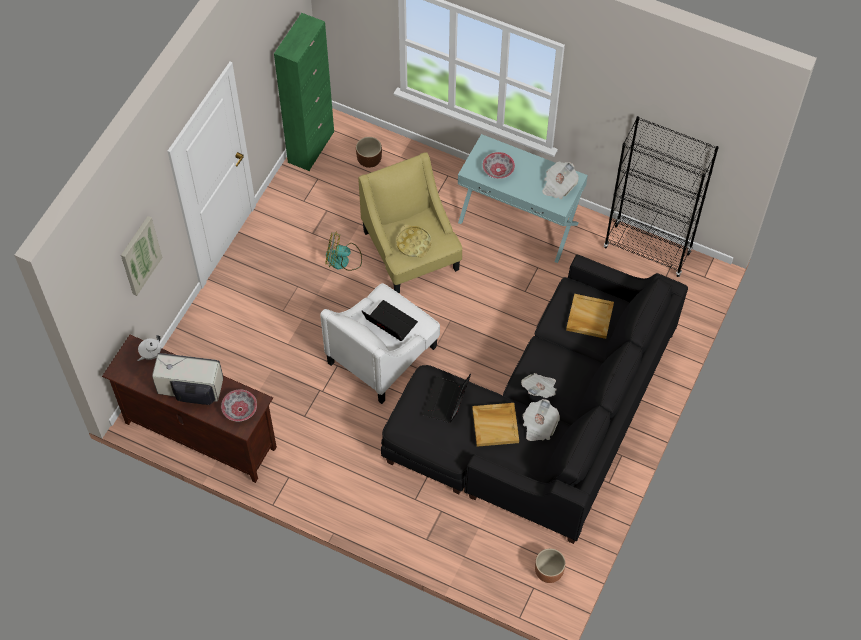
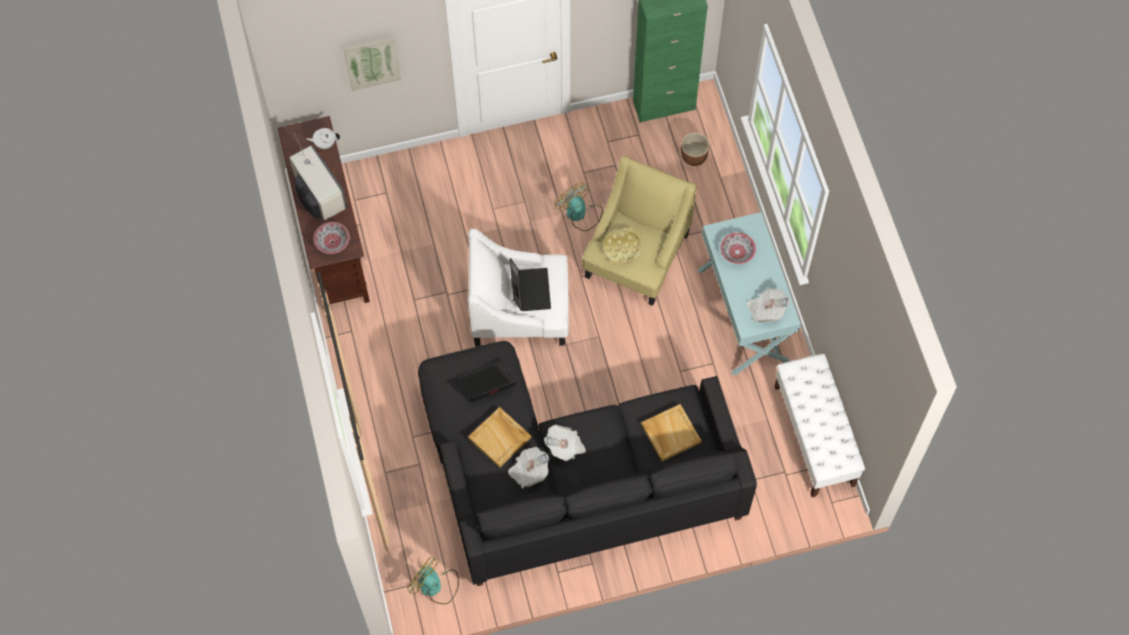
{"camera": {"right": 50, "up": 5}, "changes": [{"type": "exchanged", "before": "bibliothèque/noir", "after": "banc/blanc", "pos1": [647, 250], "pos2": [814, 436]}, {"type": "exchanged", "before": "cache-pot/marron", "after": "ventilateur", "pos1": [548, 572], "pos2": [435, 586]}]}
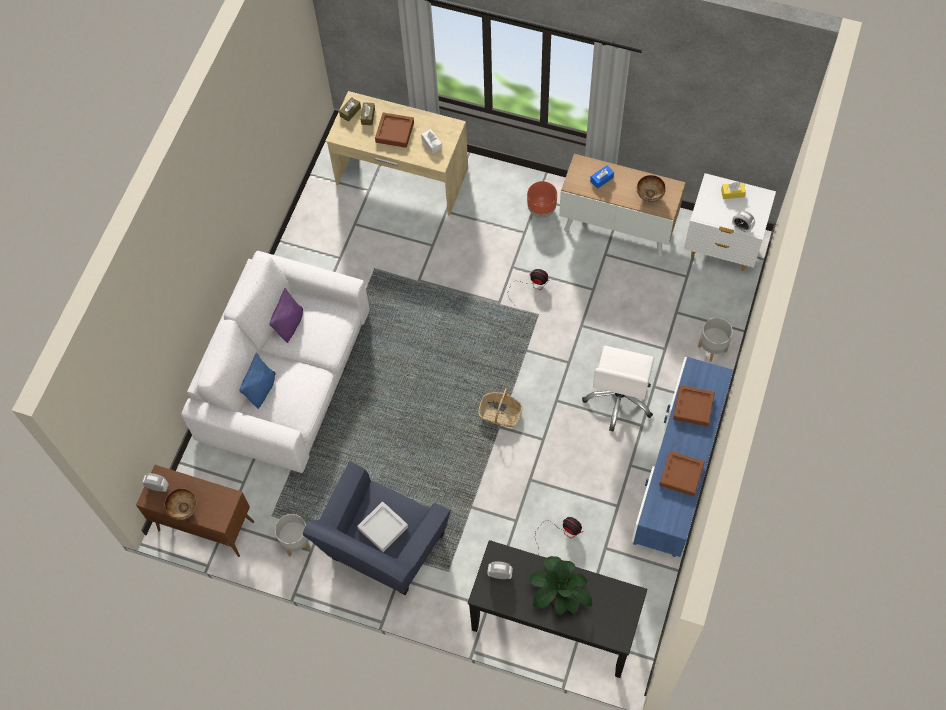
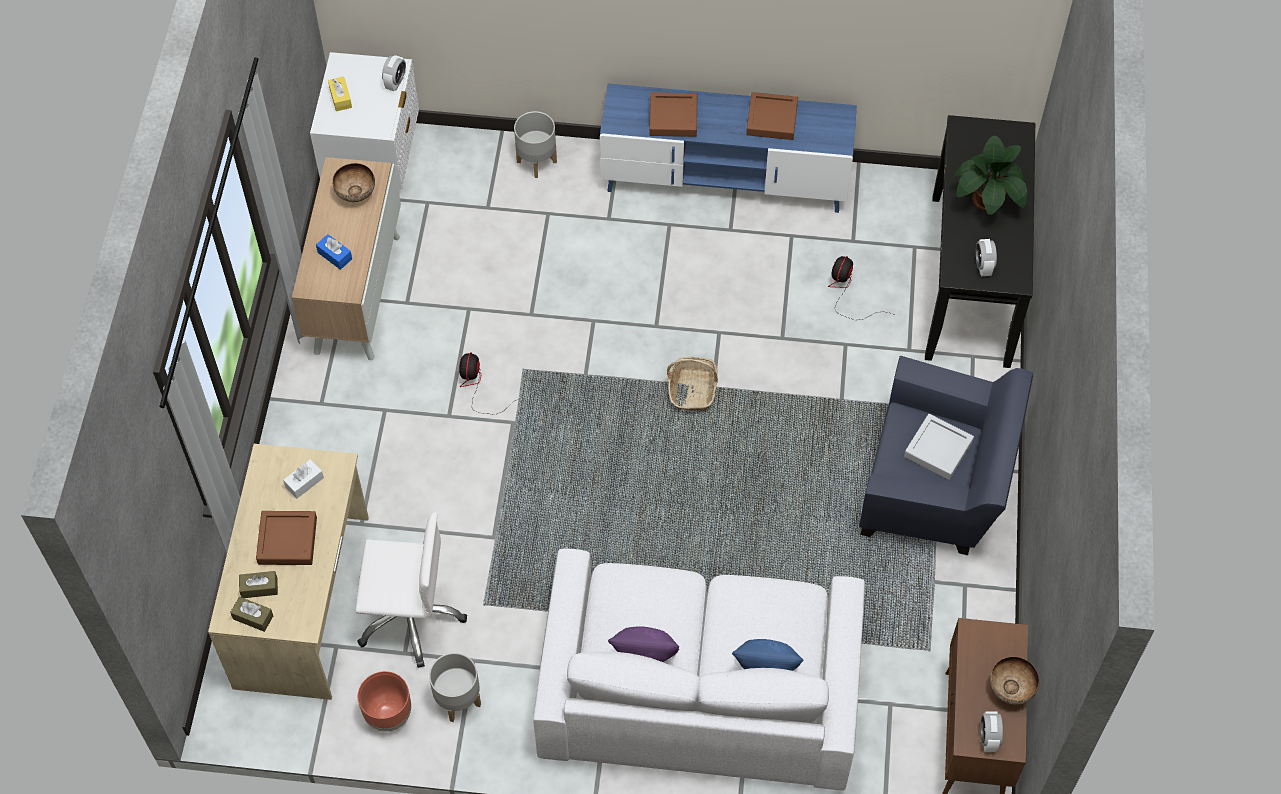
{"camera": {"right": -105, "up": -5}, "changes": [{"type": "relocated", "before": "cache-pot/marron", "pos1": [542, 209], "pos2": [388, 714]}, {"type": "relocated", "before": "chaise de bureau/blanc", "pos1": [619, 399], "pos2": [410, 616]}, {"type": "relocated", "before": "cache-pot/gris", "pos1": [296, 542], "pos2": [457, 700]}]}
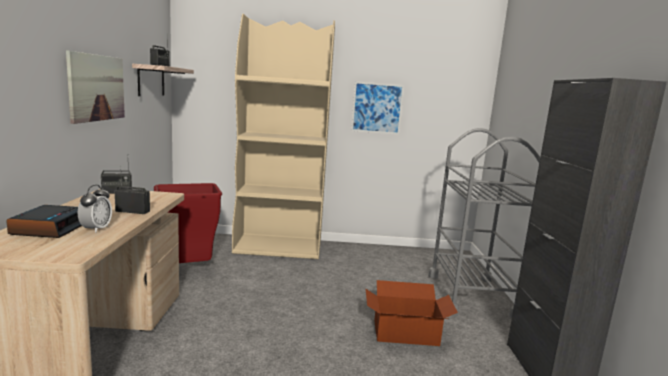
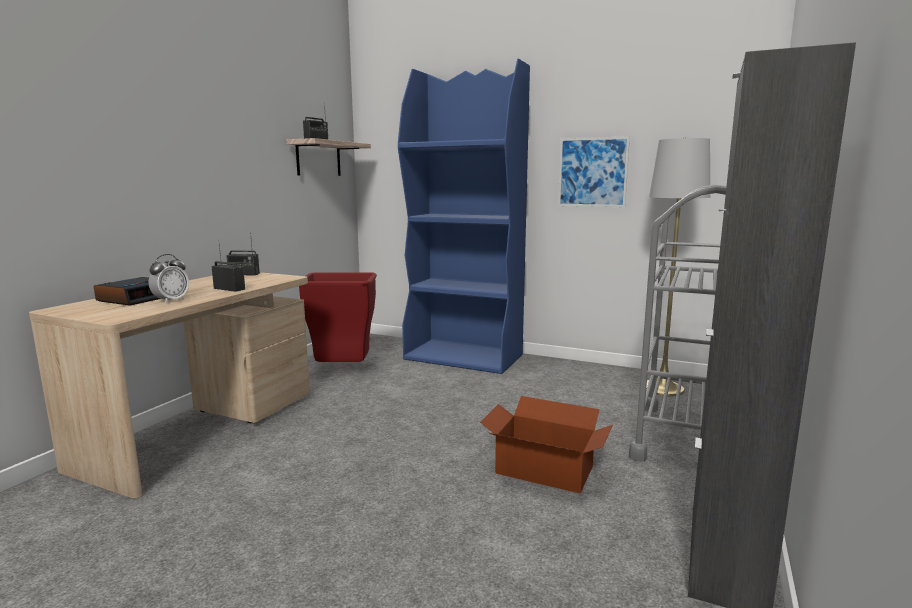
{"camera": {"right": 25, "up": 0}, "changes": [{"type": "colour", "before": "bibliothèque/beige", "after": "bibliothèque/bleu", "pos1": [279, 247], "pos2": [464, 357]}, {"type": "missing", "before": "tableau", "pos1": [97, 87]}, {"type": "appeared", "after": "lampadaire/gris", "pos2": [662, 388]}]}
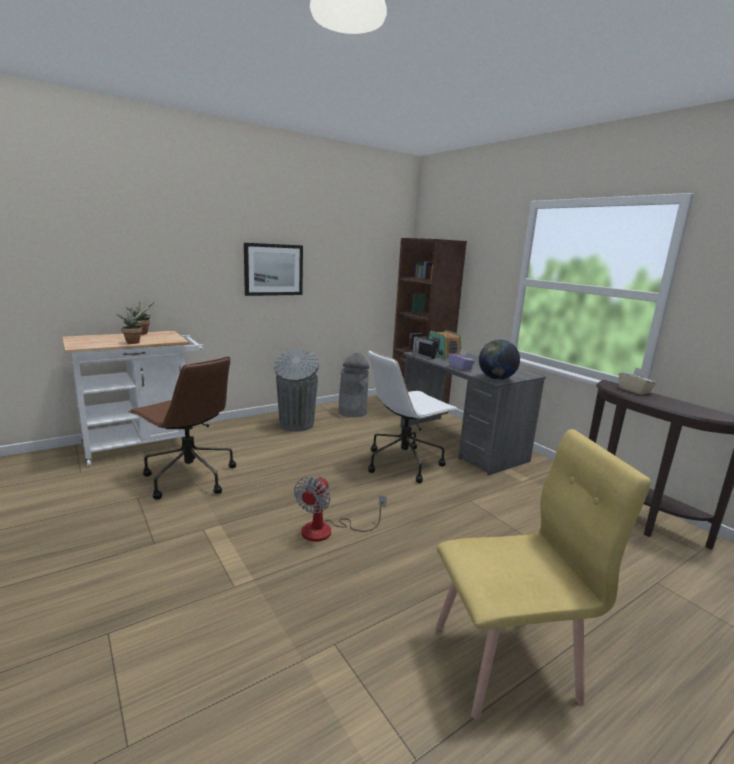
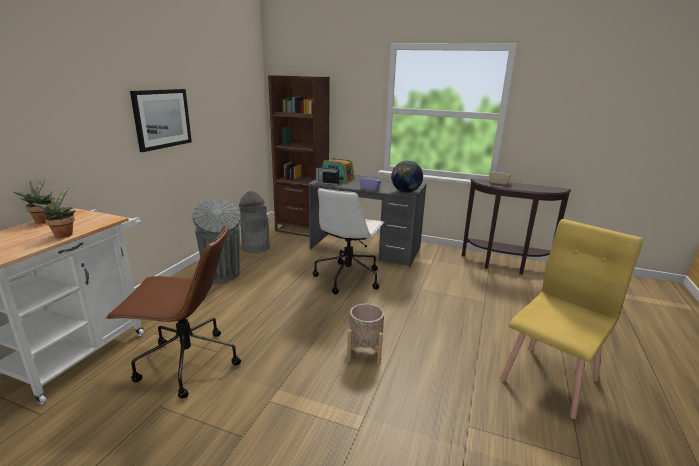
{"camera": {"right": -35, "up": 5}, "changes": [{"type": "exchanged", "before": "ventilateur", "after": "cache-pot/beige", "pos1": [328, 530], "pos2": [364, 352]}]}
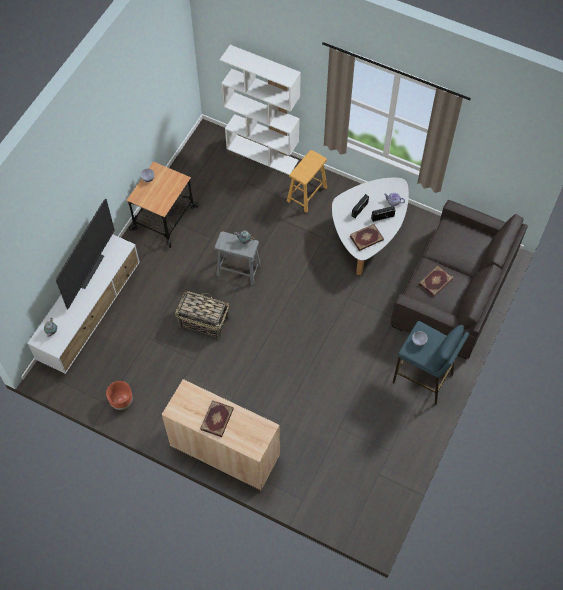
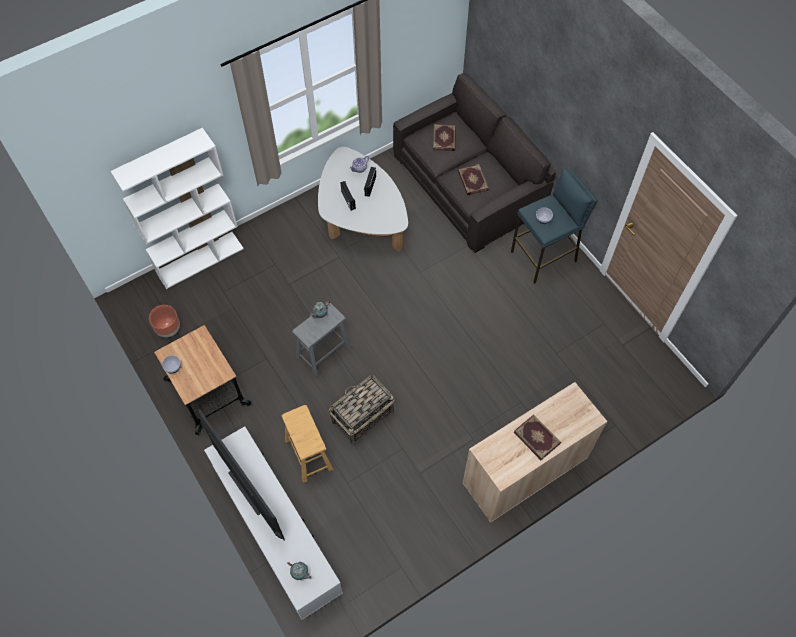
{"camera": {"right": -60, "up": 0}, "changes": [{"type": "relocated", "before": "tabouret/marron", "pos1": [306, 194], "pos2": [308, 454]}, {"type": "relocated", "before": "livre", "pos1": [366, 238], "pos2": [444, 138]}, {"type": "relocated", "before": "cache-pot/marron", "pos1": [121, 401], "pos2": [168, 329]}]}
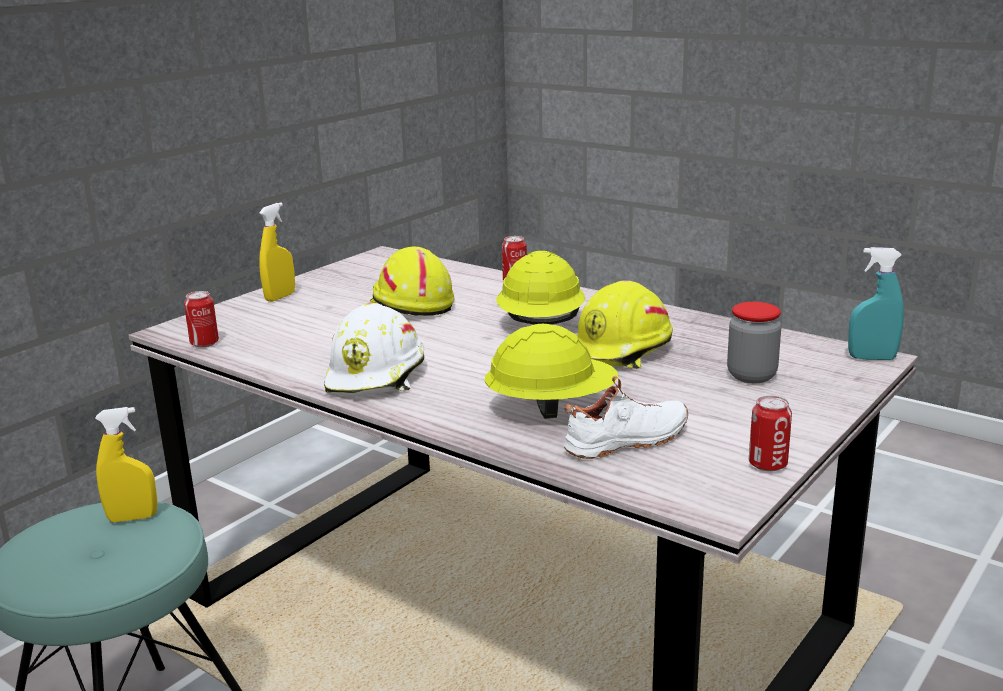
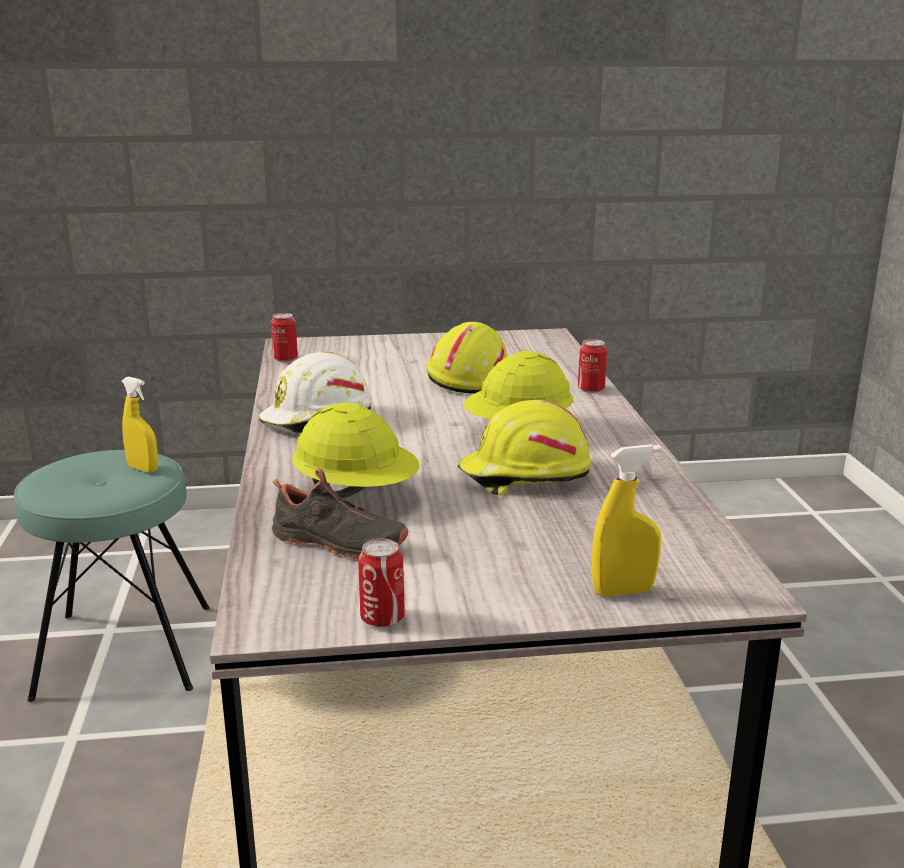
{"camera": {"right": 45, "up": 0}, "changes": [{"type": "relocated", "before": "vaporisateur/jaune", "pos1": [280, 297], "pos2": [623, 591]}, {"type": "missing", "before": "vaporisateur/turquoise", "pos1": [872, 358]}, {"type": "missing", "before": "bocal", "pos1": [751, 376]}, {"type": "colour", "before": "chaussure/blanc", "after": "chaussure/noir", "pos1": [628, 442], "pos2": [337, 544]}]}
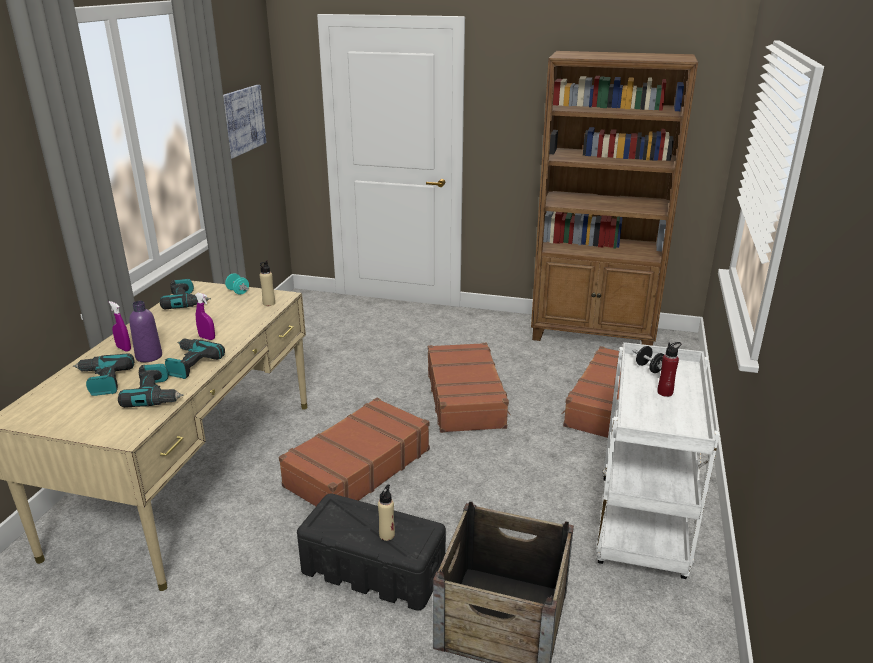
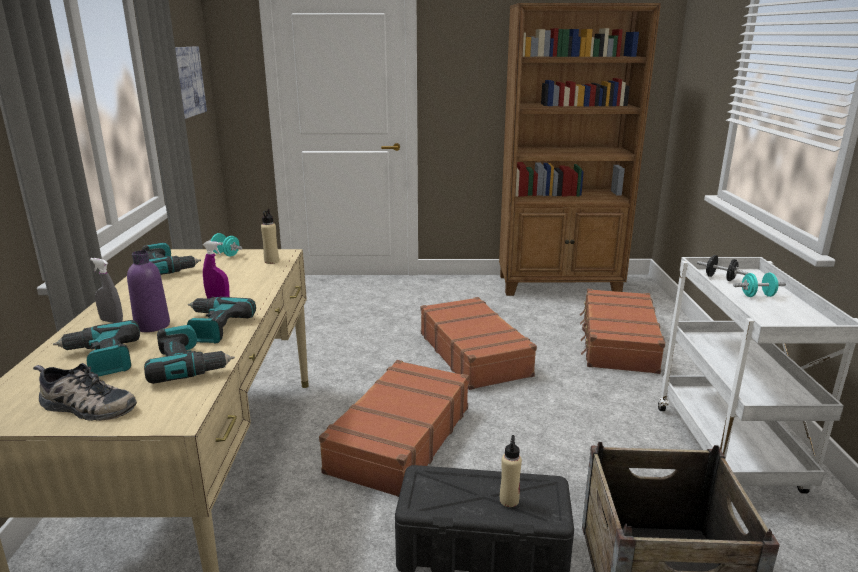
{"camera": {"right": -15, "up": -5}, "changes": [{"type": "colour", "before": "vaporisateur/violet", "after": "vaporisateur/gris", "pos1": [124, 348], "pos2": [111, 321]}, {"type": "exchanged", "before": "bouteille/rouge", "after": "haltère/turquoise", "pos1": [665, 392], "pos2": [757, 296]}, {"type": "appeared", "after": "chaussure", "pos2": [85, 407]}]}
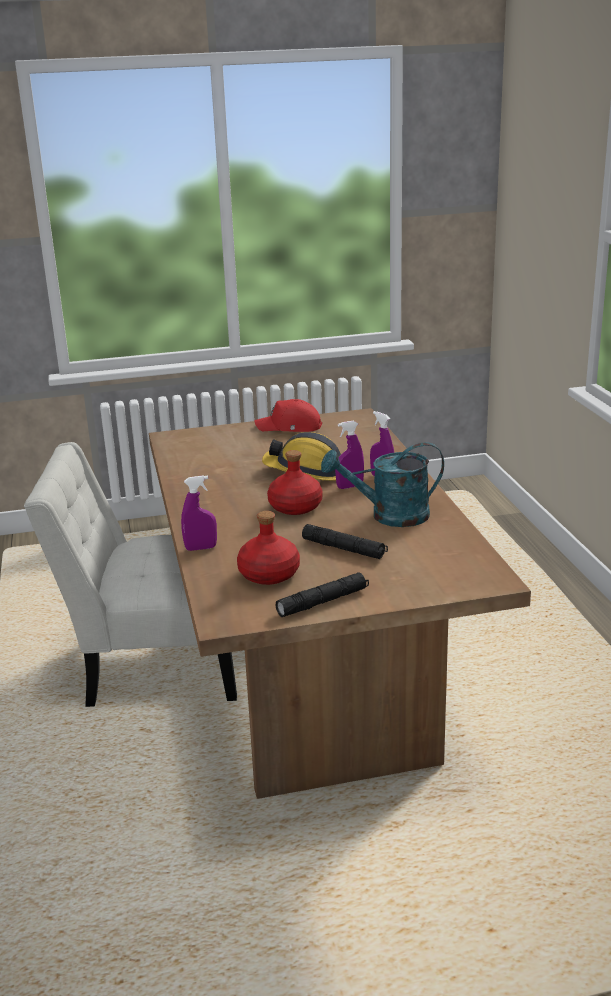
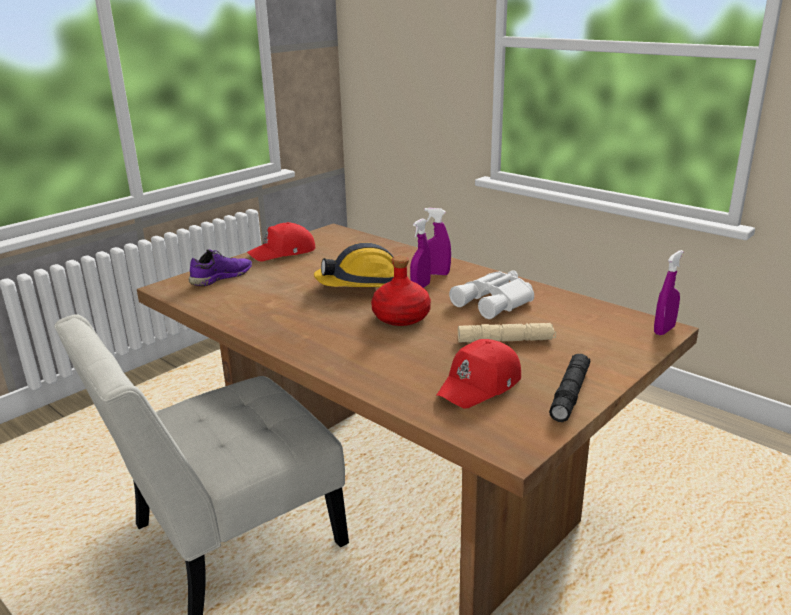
{"camera": {"right": -35, "up": 0}, "changes": [{"type": "exchanged", "before": "arrosoir/turquoise", "after": "jumelles/blanc", "pos1": [389, 516], "pos2": [495, 302]}, {"type": "relocated", "before": "vaporisateur/violet", "pos1": [201, 548], "pos2": [664, 330]}, {"type": "exchanged", "before": "bouteille/rouge", "after": "casquette/rouge", "pos1": [269, 574], "pos2": [480, 385]}, {"type": "colour", "before": "lampe de poche/noir", "after": "lampe de poche/beige", "pos1": [344, 549], "pos2": [506, 340]}, {"type": "appeared", "after": "chaussure/violet", "pos2": [221, 277]}]}
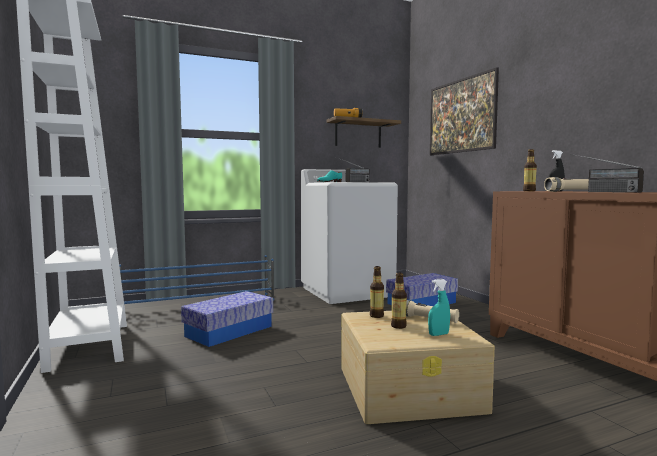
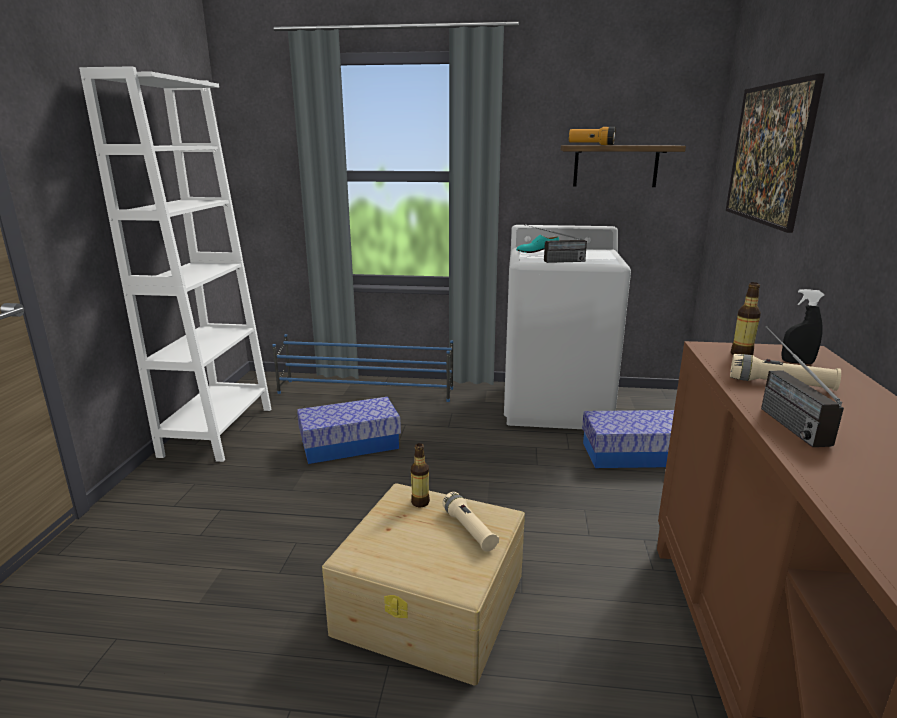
{"camera": {"right": 30, "up": 15}, "changes": [{"type": "missing", "before": "bouteille", "pos1": [398, 326]}, {"type": "missing", "before": "vaporisateur/turquoise", "pos1": [438, 334]}]}
